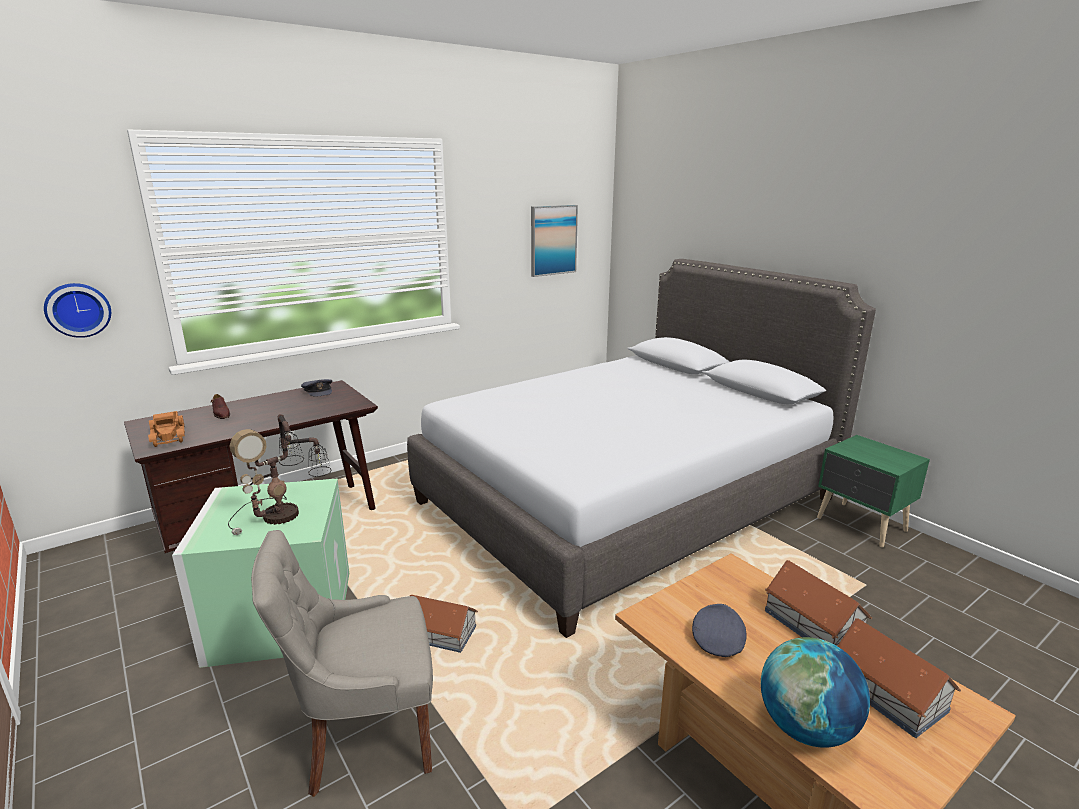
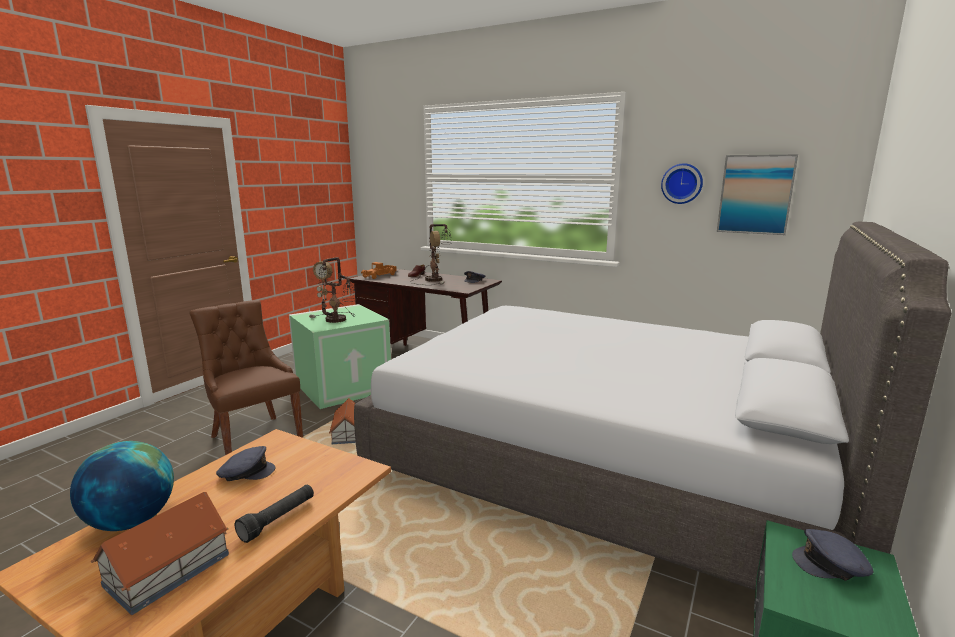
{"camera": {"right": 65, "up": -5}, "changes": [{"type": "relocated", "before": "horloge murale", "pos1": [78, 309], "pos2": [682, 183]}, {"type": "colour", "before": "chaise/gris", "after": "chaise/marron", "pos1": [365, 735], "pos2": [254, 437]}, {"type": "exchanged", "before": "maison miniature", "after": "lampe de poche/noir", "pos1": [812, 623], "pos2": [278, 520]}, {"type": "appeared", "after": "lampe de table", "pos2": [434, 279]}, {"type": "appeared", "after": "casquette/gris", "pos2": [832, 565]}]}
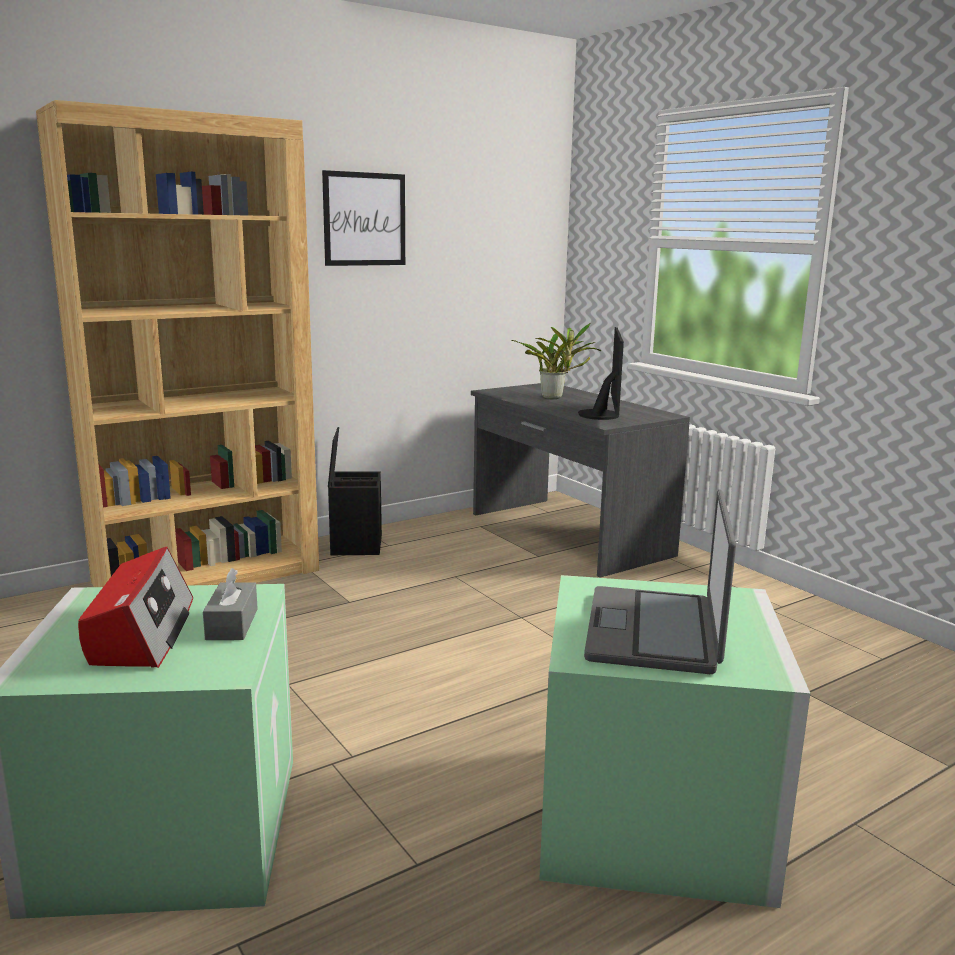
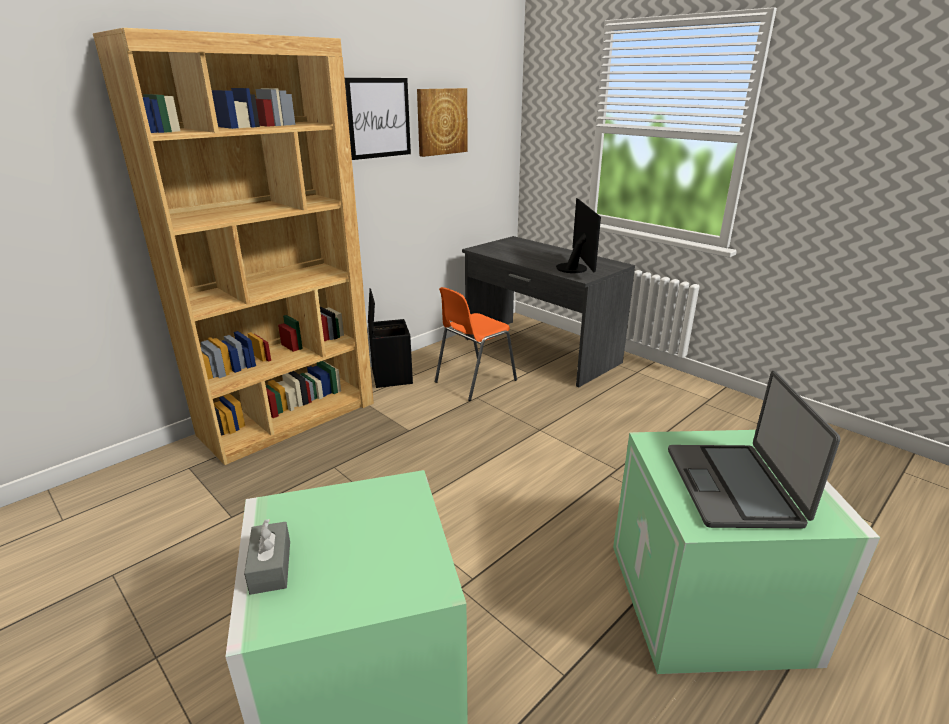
{"camera": {"right": -10, "up": 10}, "changes": [{"type": "missing", "before": "plante en pot", "pos1": [555, 398]}, {"type": "missing", "before": "radio", "pos1": [141, 632]}, {"type": "relocated", "before": "boîte à mouchoirs/gris", "pos1": [232, 624], "pos2": [270, 567]}, {"type": "appeared", "after": "tableau", "pos2": [441, 121]}, {"type": "appeared", "after": "chaise/orange", "pos2": [474, 381]}]}
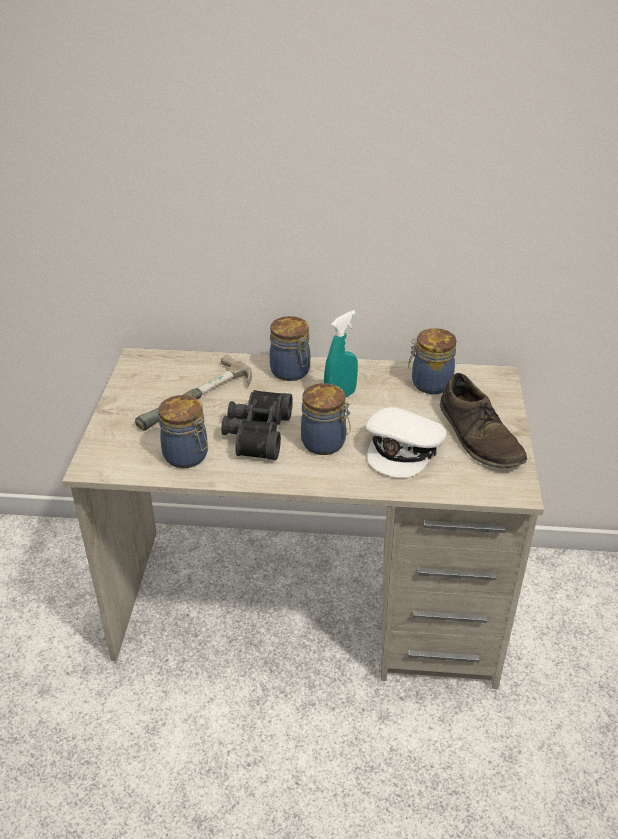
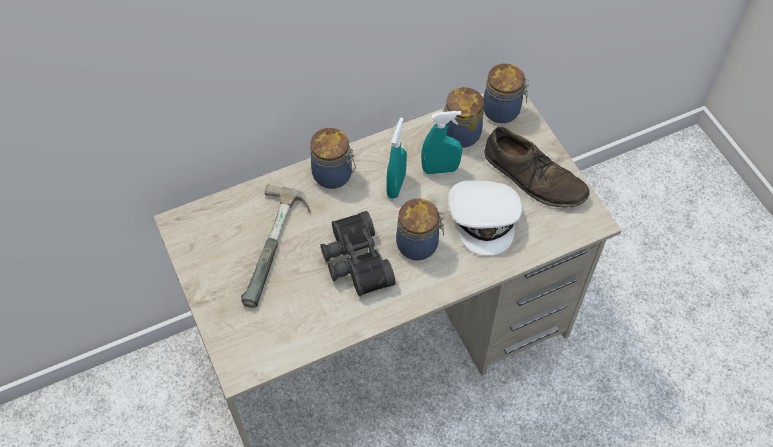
{"camera": {"right": -30, "up": 20}, "changes": [{"type": "relocated", "before": "bocal", "pos1": [187, 456], "pos2": [503, 110]}, {"type": "appeared", "after": "vaporisateur/turquoise", "pos2": [440, 169]}]}
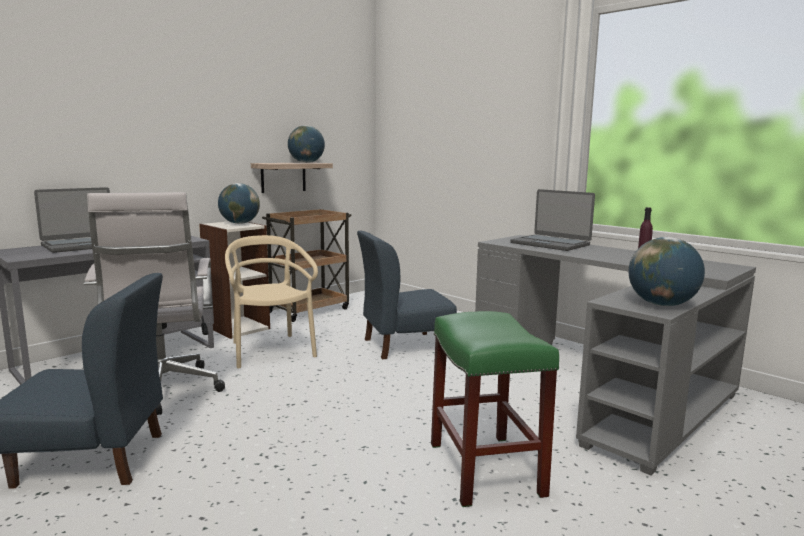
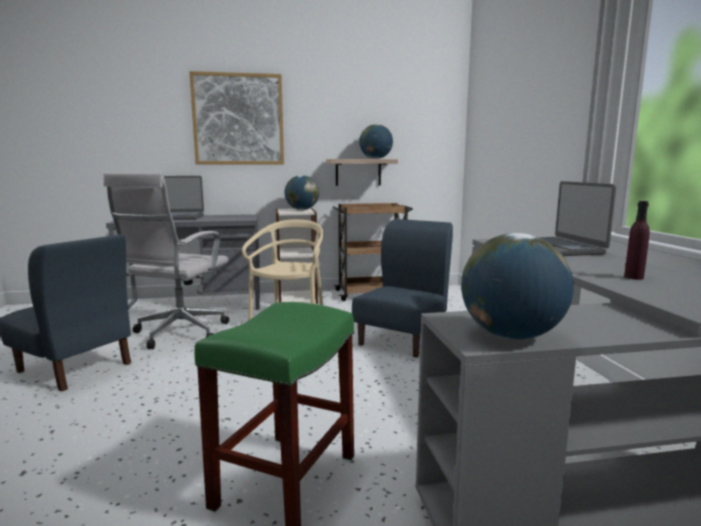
{"camera": {"right": 35, "up": 0}, "changes": [{"type": "spun", "before": "chaise/bleu", "pos1": [404, 345], "pos2": [403, 339], "turn": 105}, {"type": "appeared", "after": "tableau", "pos2": [238, 119]}]}
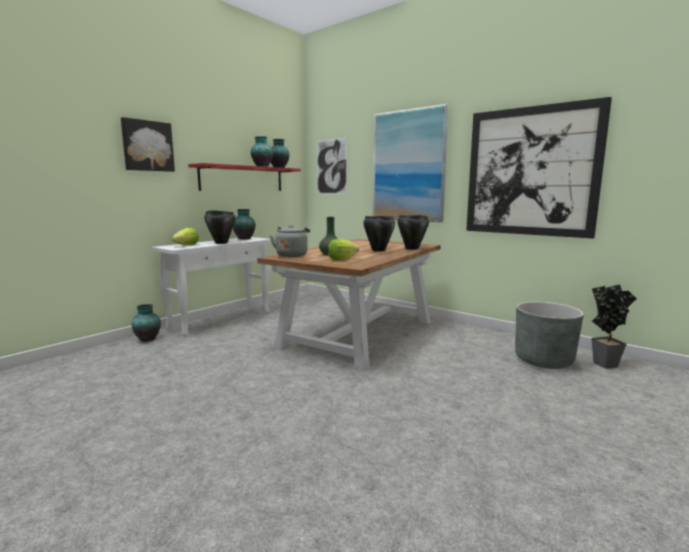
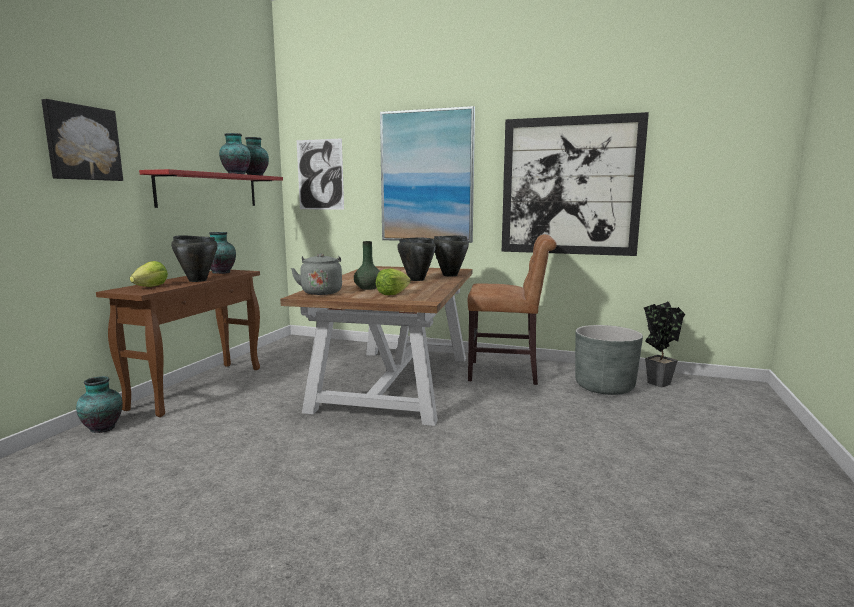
{"camera": {"right": -20, "up": 0}, "changes": [{"type": "colour", "before": "table console/blanc", "after": "table console/marron", "pos1": [221, 320], "pos2": [199, 387]}, {"type": "appeared", "after": "chaise/marron", "pos2": [507, 373]}]}
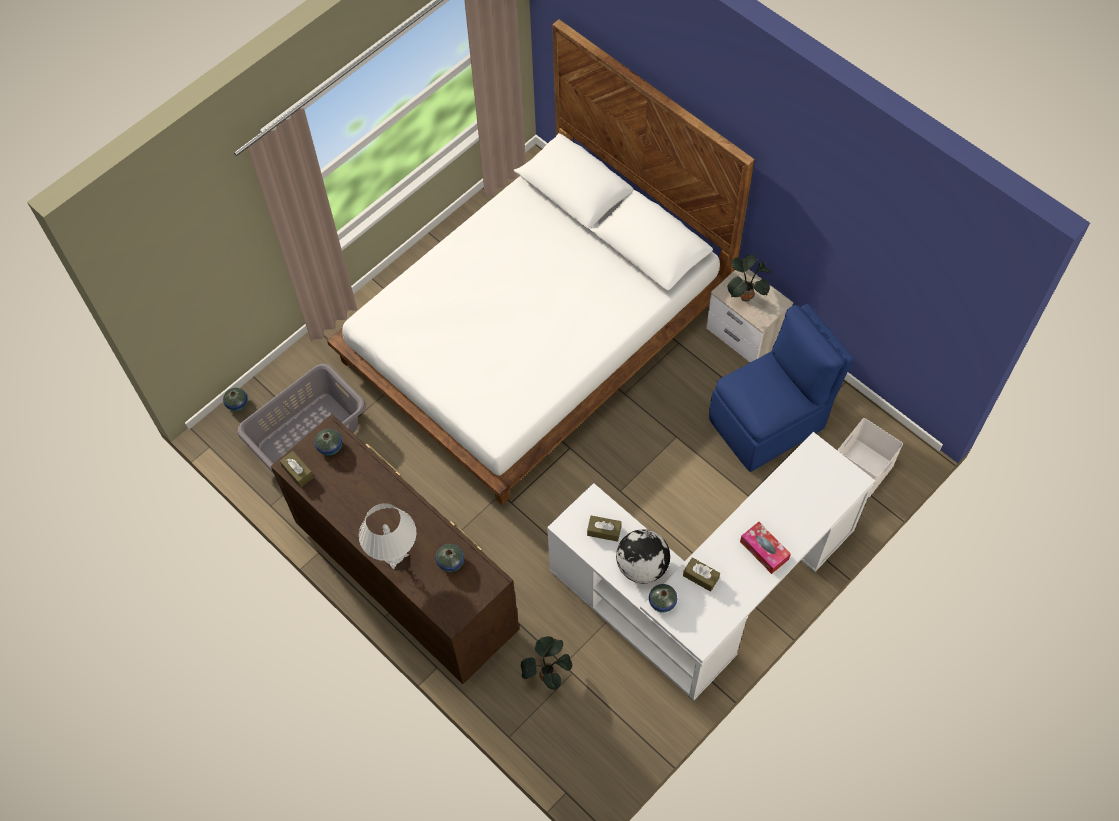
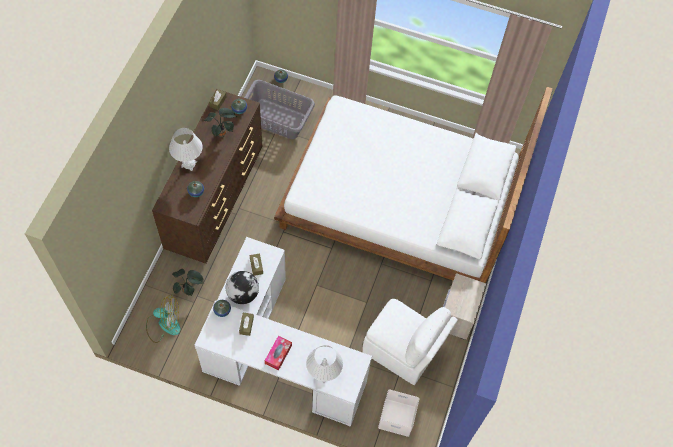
{"camera": {"right": 60, "up": 0}, "changes": [{"type": "relocated", "before": "plante en pot", "pos1": [745, 294], "pos2": [222, 133]}, {"type": "colour", "before": "chaise/bleu", "after": "chaise/blanc", "pos1": [769, 422], "pos2": [402, 351]}, {"type": "appeared", "after": "ventilateur", "pos2": [164, 324]}, {"type": "appeared", "after": "lampe de table/blanc", "pos2": [323, 375]}]}
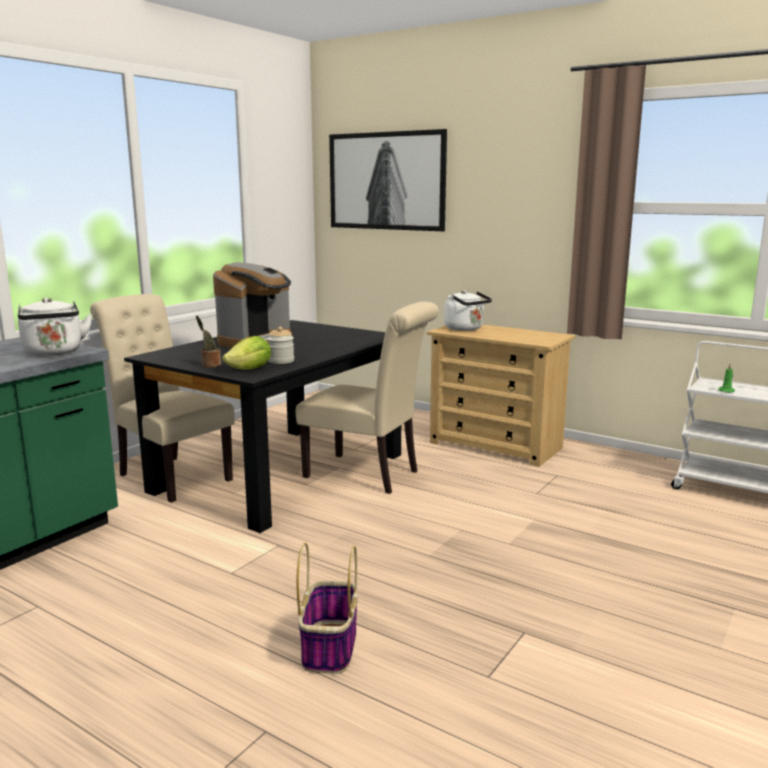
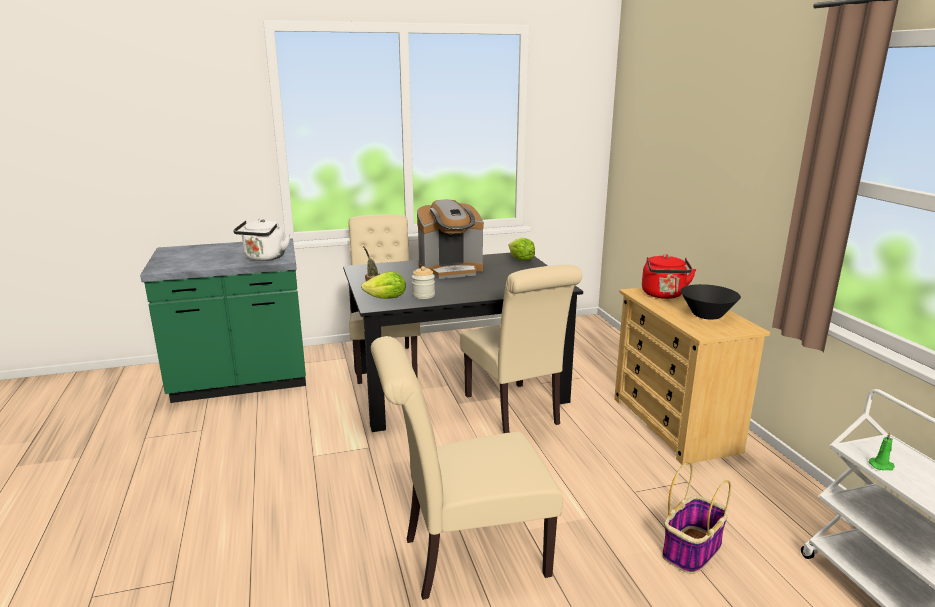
{"camera": {"right": 40, "up": 5}, "changes": [{"type": "missing", "before": "tableau", "pos1": [386, 181]}, {"type": "colour", "before": "bouilloire/blanc", "after": "bouilloire/rouge", "pos1": [466, 329], "pos2": [663, 295]}, {"type": "relocated", "before": "panier", "pos1": [329, 646], "pos2": [692, 549]}, {"type": "appeared", "after": "laitue", "pos2": [521, 260]}, {"type": "appeared", "after": "bol/noir", "pos2": [707, 315]}, {"type": "appeared", "after": "chaise/beige", "pos2": [465, 557]}]}
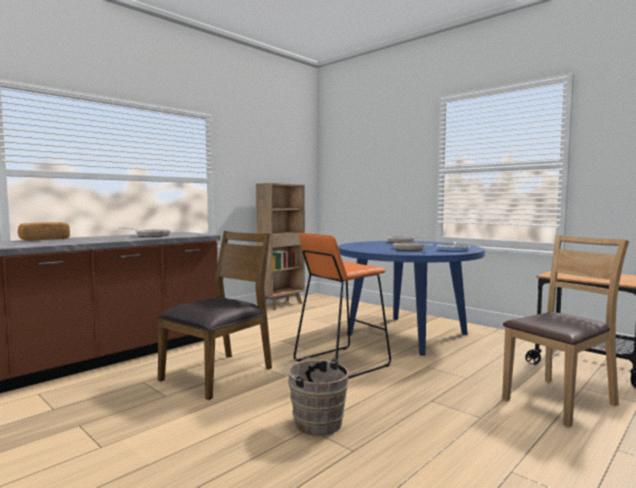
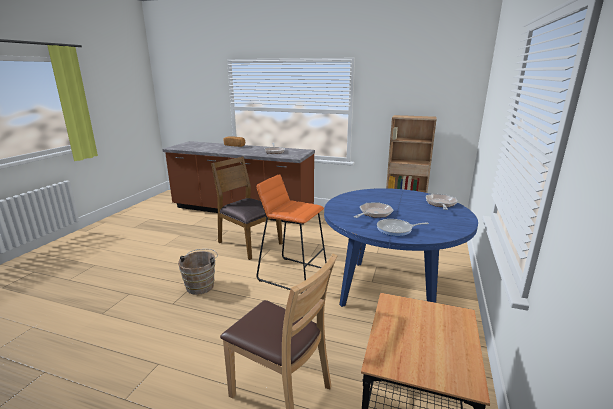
{"camera": {"right": 65, "up": 15}, "changes": [{"type": "spun", "before": "chaise/marron", "pos1": [219, 374], "pos2": [248, 243], "turn": -150}]}
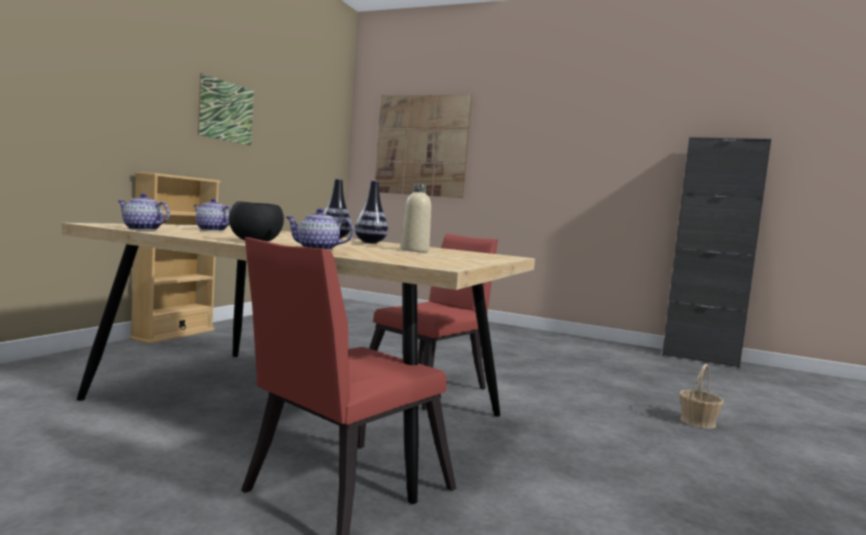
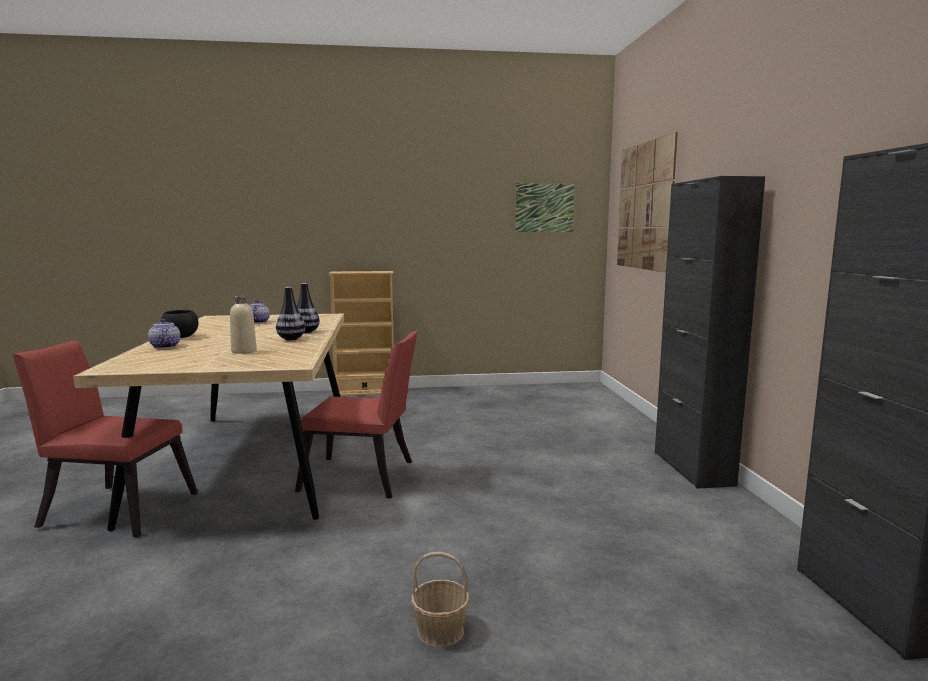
{"camera": {"right": 60, "up": 5}, "changes": [{"type": "relocated", "before": "tableau", "pos1": [226, 111], "pos2": [544, 208]}, {"type": "missing", "before": "théière", "pos1": [141, 229]}, {"type": "appeared", "after": "meuble de rangement/noir", "pos2": [693, 468]}]}
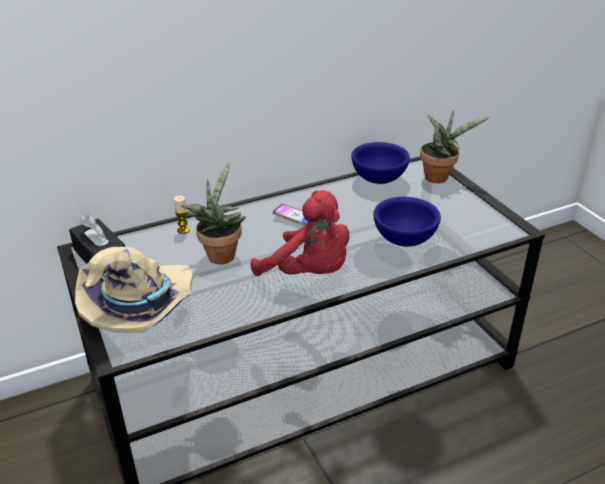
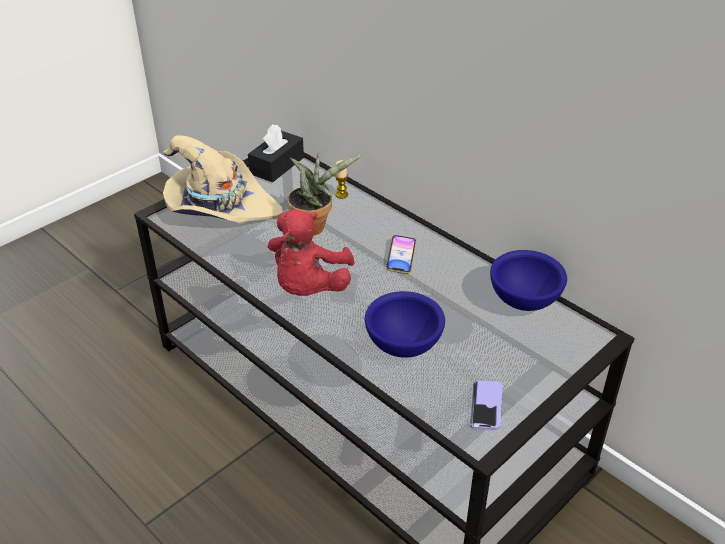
{"camera": {"right": 70, "up": 5}, "changes": [{"type": "missing", "before": "plante en pot", "pos1": [439, 177]}, {"type": "appeared", "after": "téléphone", "pos2": [486, 406]}]}
